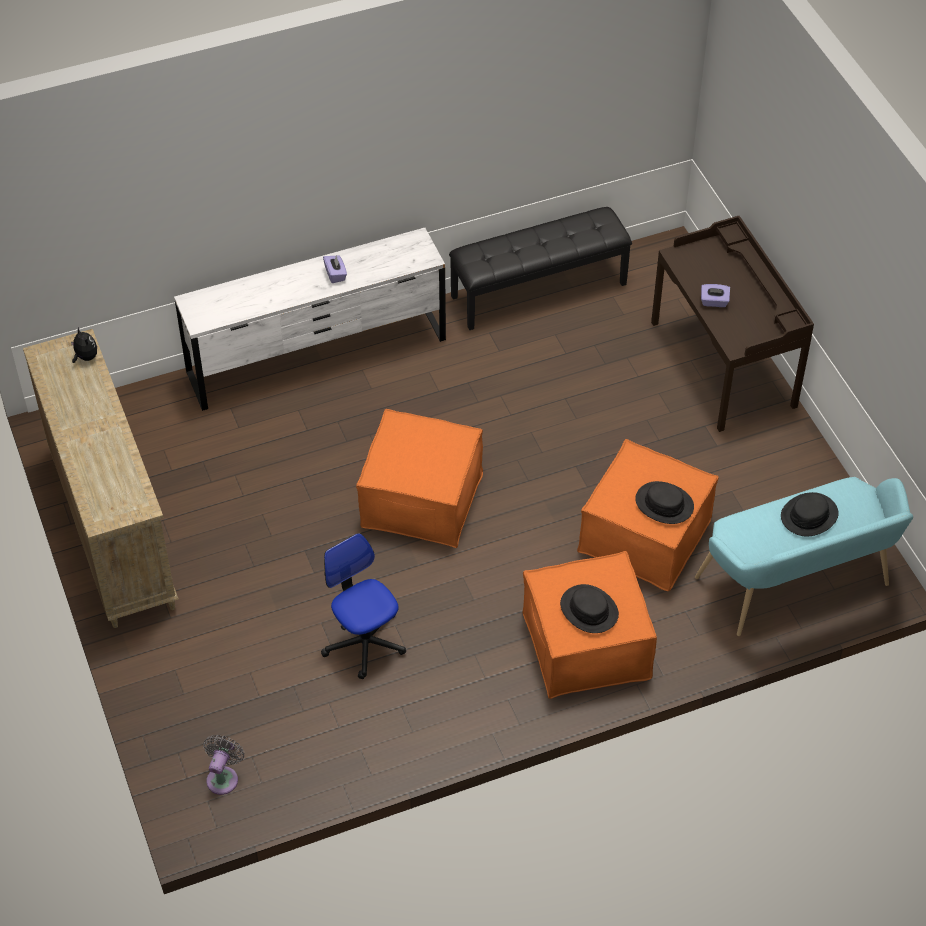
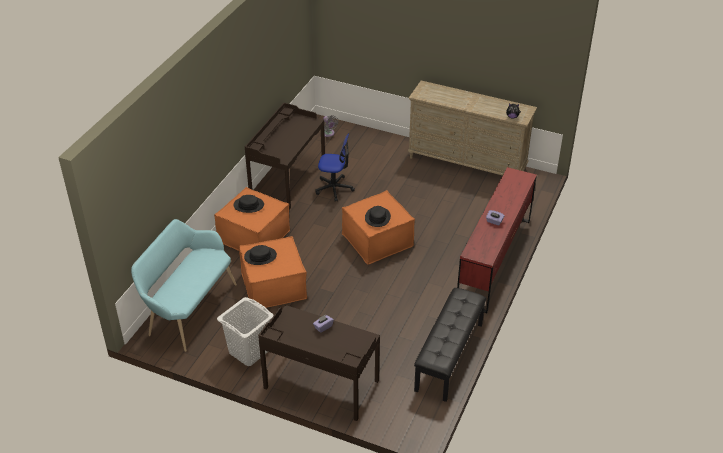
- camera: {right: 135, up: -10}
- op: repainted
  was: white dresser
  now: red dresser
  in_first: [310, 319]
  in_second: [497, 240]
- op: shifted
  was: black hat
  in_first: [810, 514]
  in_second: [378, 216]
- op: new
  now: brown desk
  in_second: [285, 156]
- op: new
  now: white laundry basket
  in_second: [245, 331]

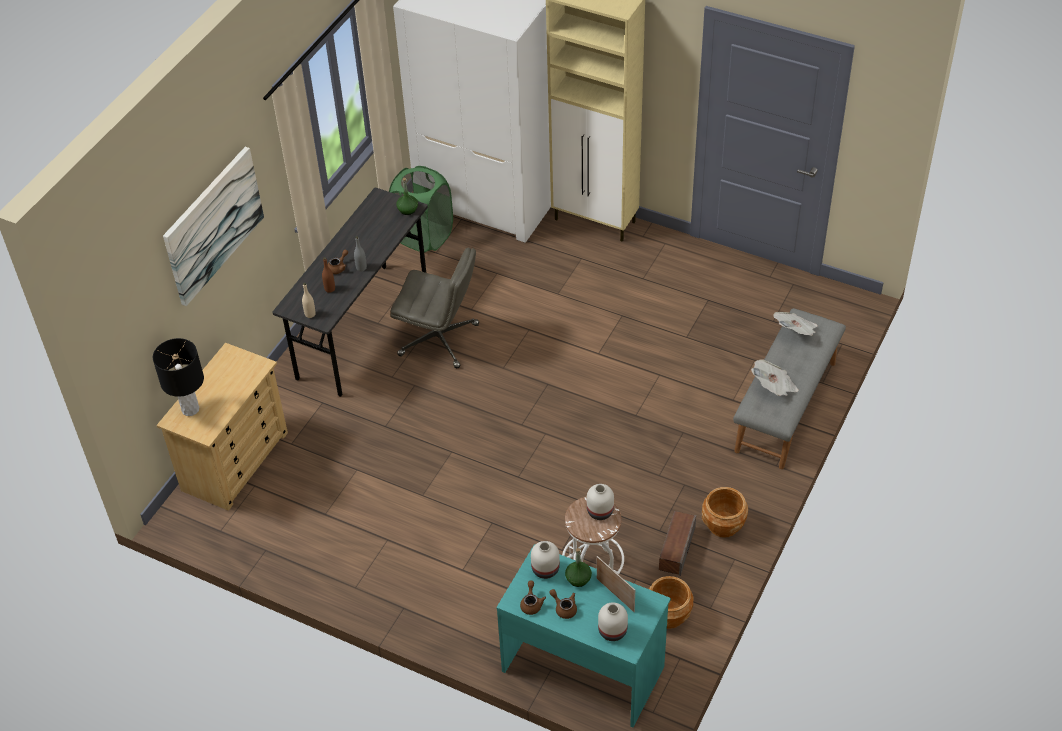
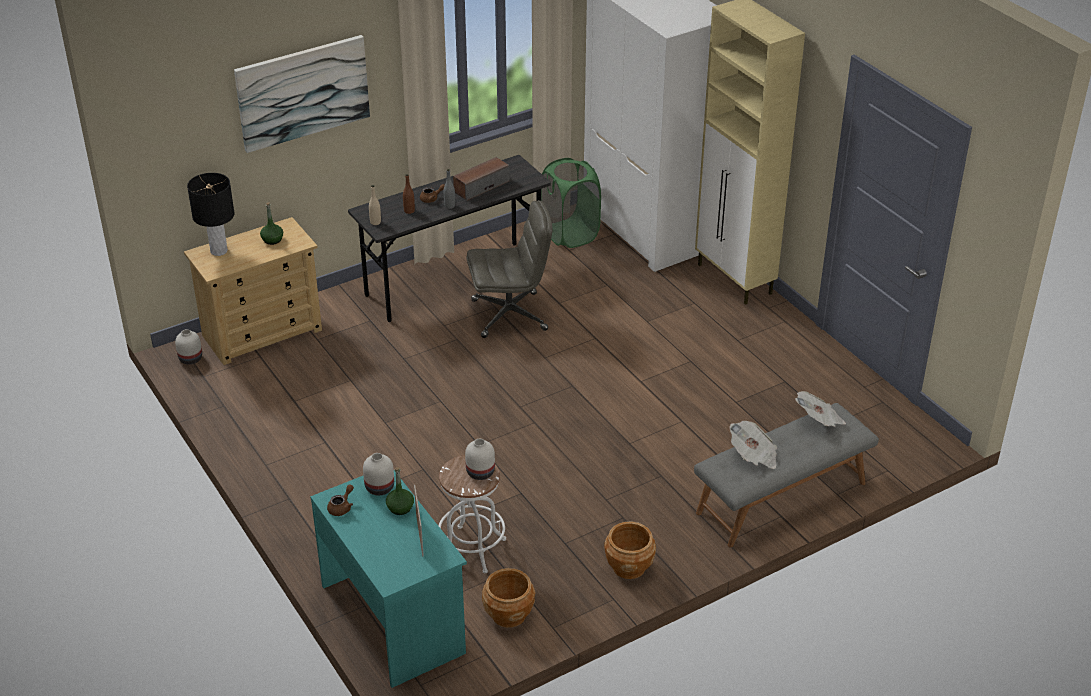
- camera: {right: 30, up: -10}
- op: shifted
  was: green bottle
  in_first: [407, 196]
  in_second: [271, 223]
- op: rotated
  was: grey office chair
  in_first: [434, 307]
  in_second: [509, 269]
  clockwise: -60
- op: shifted
  was: speaker
  in_first: [677, 543]
  in_second: [481, 179]
- op: gone
  was: brown teapot
  in_first: [563, 604]
- op: shifted
  was: white vase
  in_first: [613, 621]
  in_second: [188, 347]

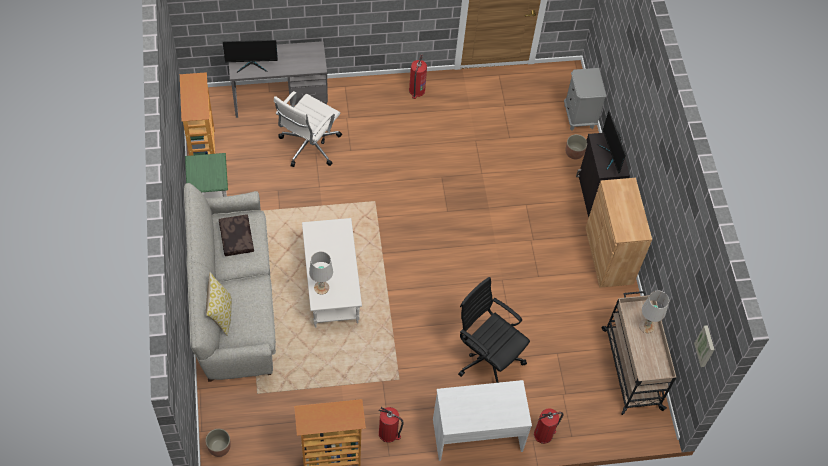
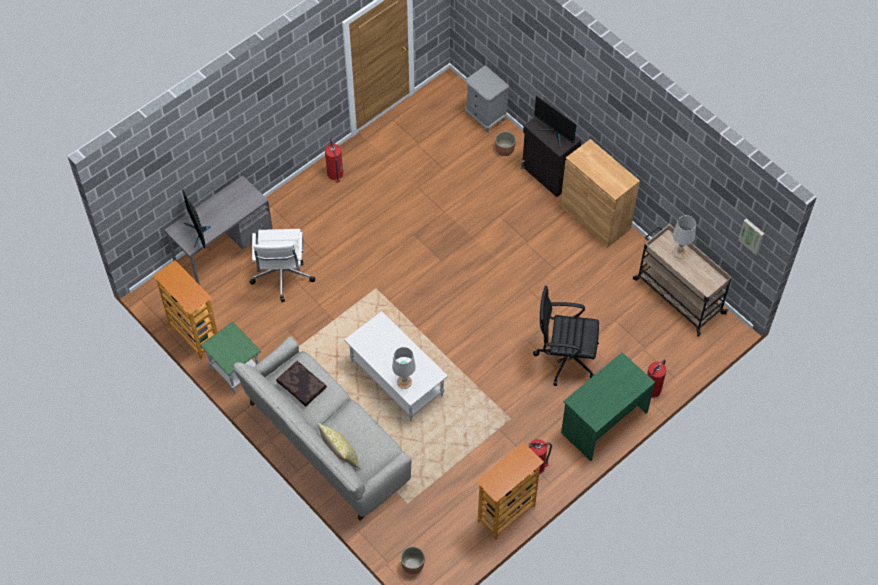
- camera: {right: -30, up: 0}
- op: rotated
  was: monitor
  in_first: [250, 56]
  in_second: [196, 219]
  clockwise: 105
- op: repainted
  was: white desk
  now: green desk
  in_first: [482, 420]
  in_second: [608, 406]

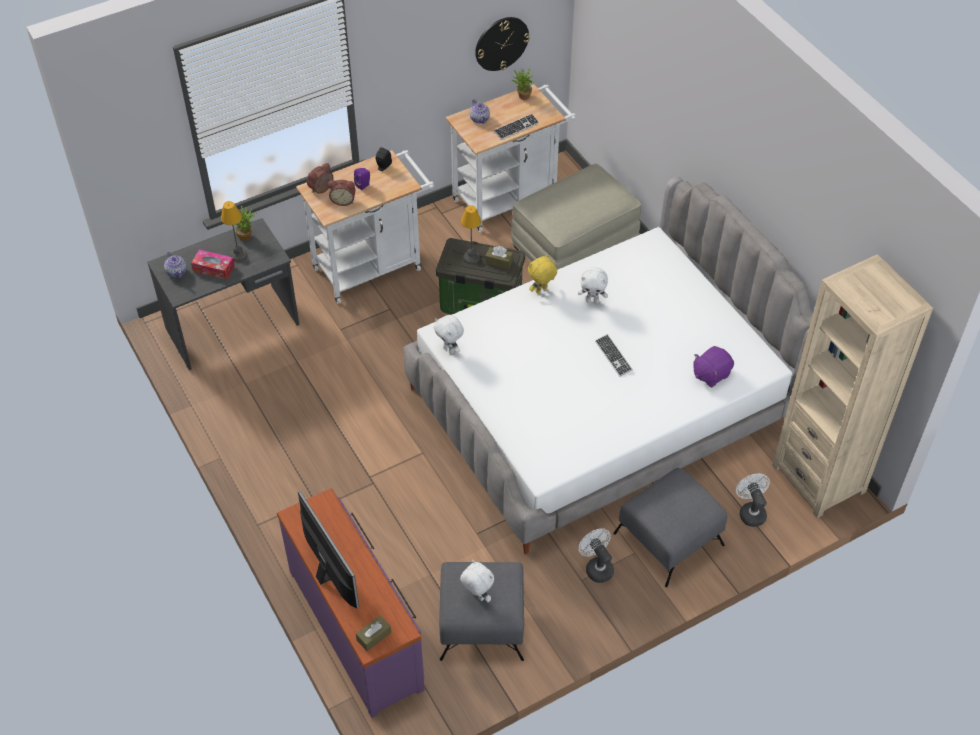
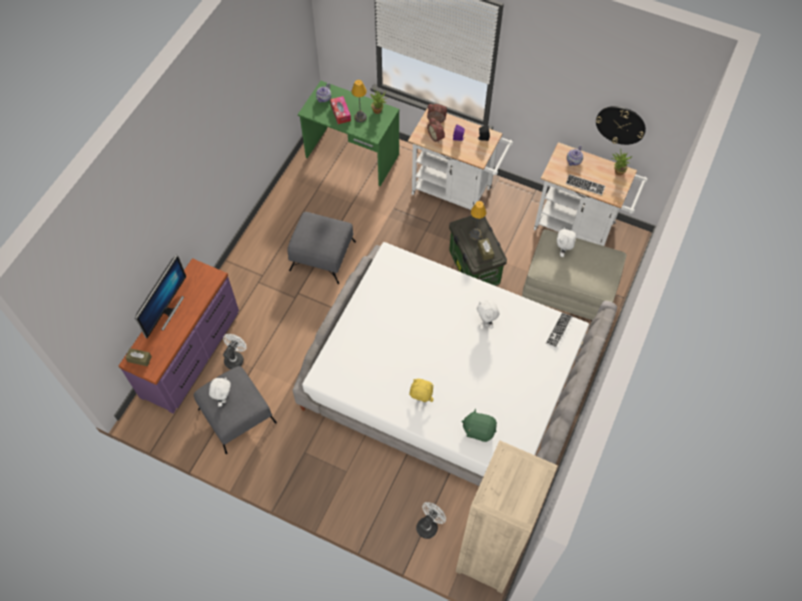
- camera: {right: 55, up: 10}
- op: repainted
  was: grey desk
  now: green desk
  in_first: [223, 294]
  in_second: [348, 133]
- op: shifted
  was: yellow plush toy
  in_first: [542, 274]
  in_second: [421, 390]
- op: shifted
  was: white plush toy
  in_first: [449, 334]
  in_second: [566, 242]
- op: shifted
  was: keyboard
  in_first: [614, 355]
  in_second: [559, 329]
- op: repainted
  was: purple plush toy
  now: green plush toy
  in_first: [713, 366]
  in_second: [479, 425]
- op: shifted
  was: grey ottoman
  in_first: [670, 527]
  in_second: [321, 248]
- op: shifted
  was: white fan
  in_first: [596, 555]
  in_second: [235, 351]

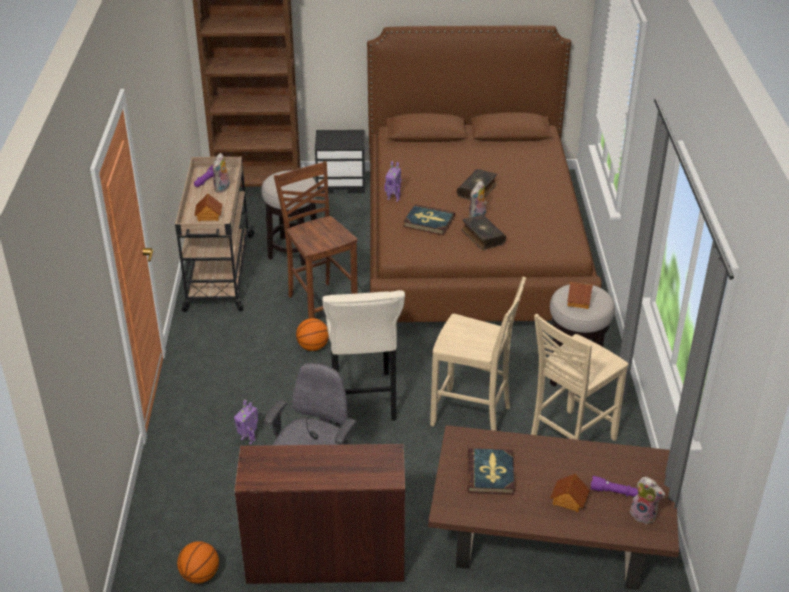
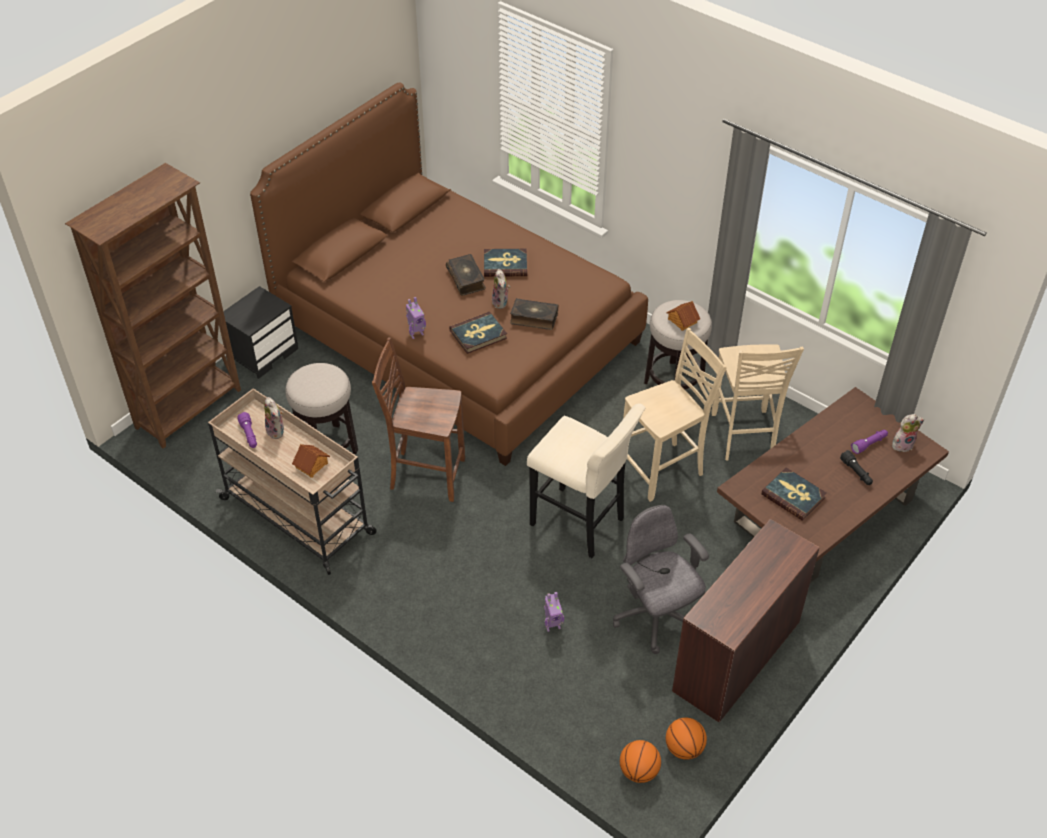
- camera: {right: -50, up: 10}
- op: shifted
  was: basketball
  in_first: [312, 334]
  in_second: [640, 761]
- op: swapped
  was: toy house
  now: black flashlight
  in_first: [570, 492]
  in_second: [856, 467]
- op: new
  now: book
  in_second: [505, 263]

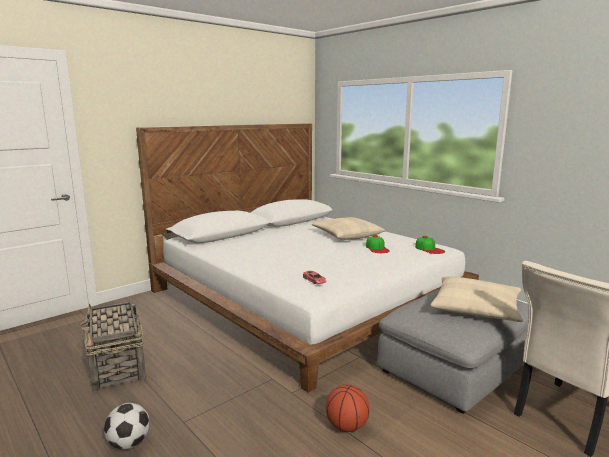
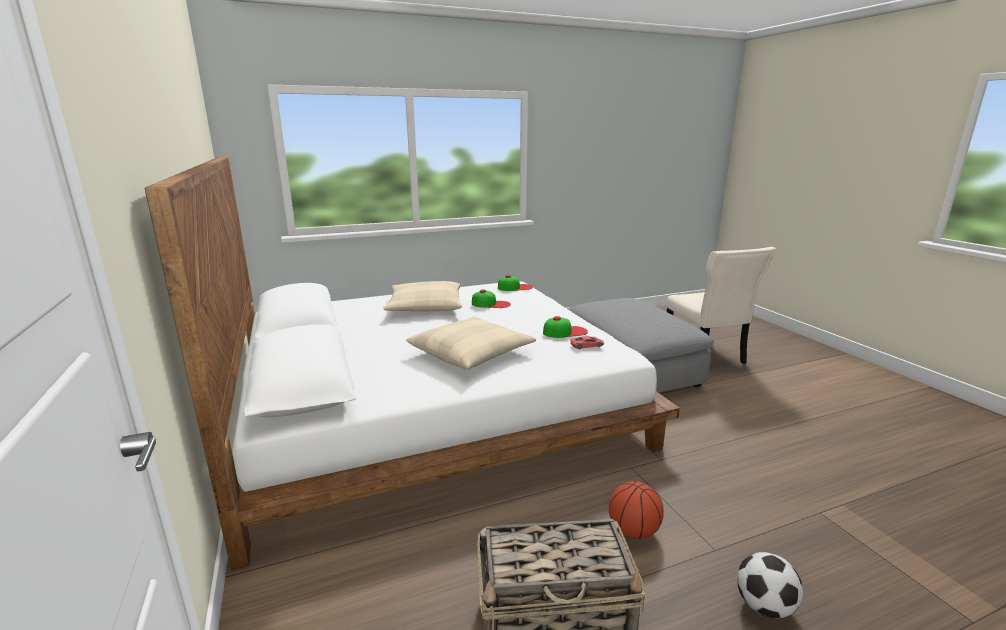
- camera: {right: -70, up: 5}
- op: shifted
  was: beige pillow
  in_first: [477, 299]
  in_second: [471, 343]
- op: shifted
  was: basketball
  in_first: [347, 408]
  in_second: [636, 510]
- op: new
  now: cap
  in_second: [565, 327]

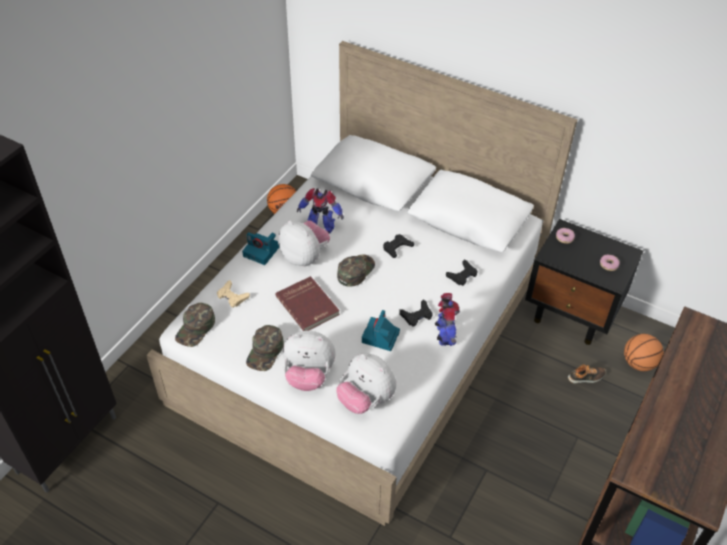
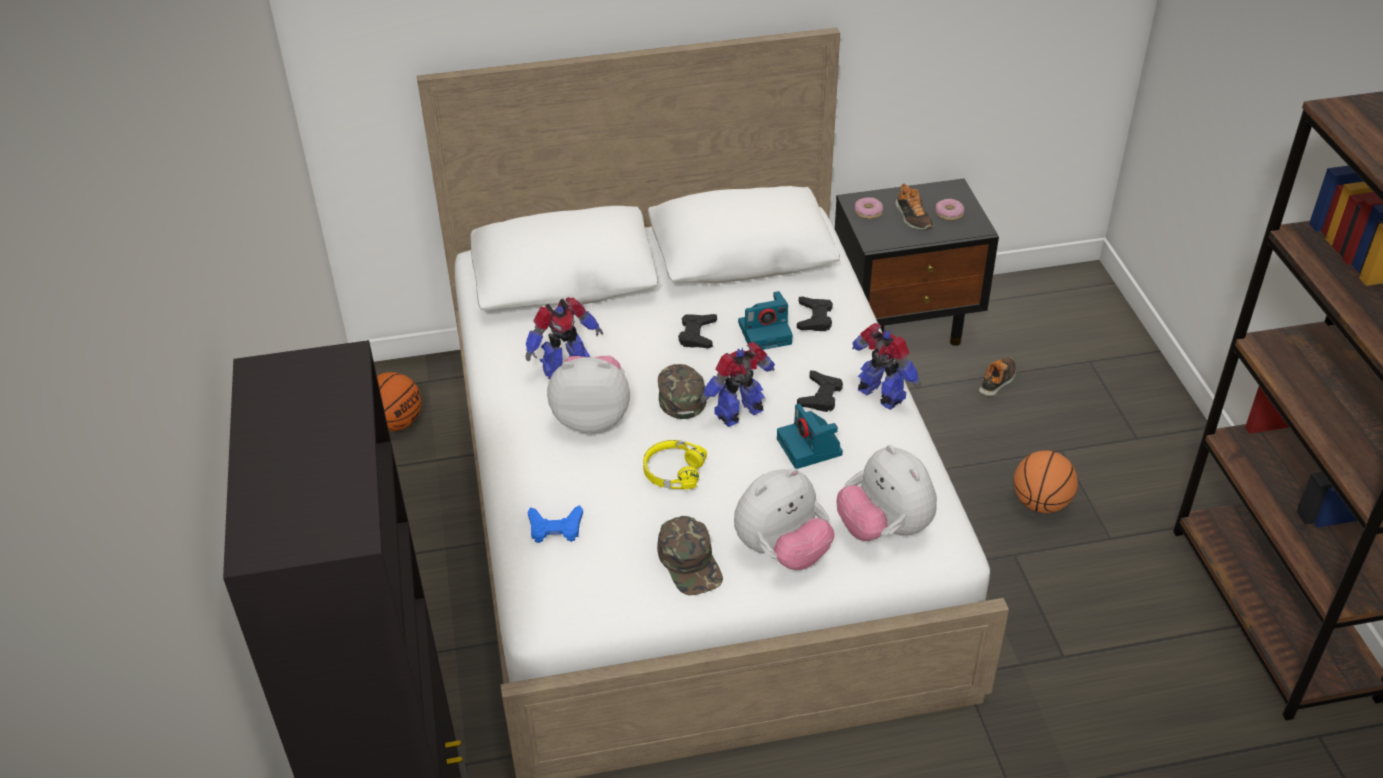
- camera: {right: -40, up: -5}
- op: shifted
  was: photo camera
  in_first: [260, 248]
  in_second: [765, 320]
- op: swapped
  was: red book
  now: yellow headphones
  in_first: [307, 303]
  in_second: [675, 465]
- op: repainted
  was: beige game controller
  now: blue game controller
  in_first: [233, 294]
  in_second: [555, 524]
- op: gone
  was: green cap
  in_first: [195, 325]
- op: shifted
  was: basketball
  in_first: [644, 352]
  in_second: [1045, 482]
- op: rotated
  was: plush toy
  in_first: [366, 383]
  in_second: [887, 493]
  clockwise: 60
- op: new
  now: shoe
  in_second: [914, 207]
- op: new
  now: toy robot
  in_second: [737, 384]

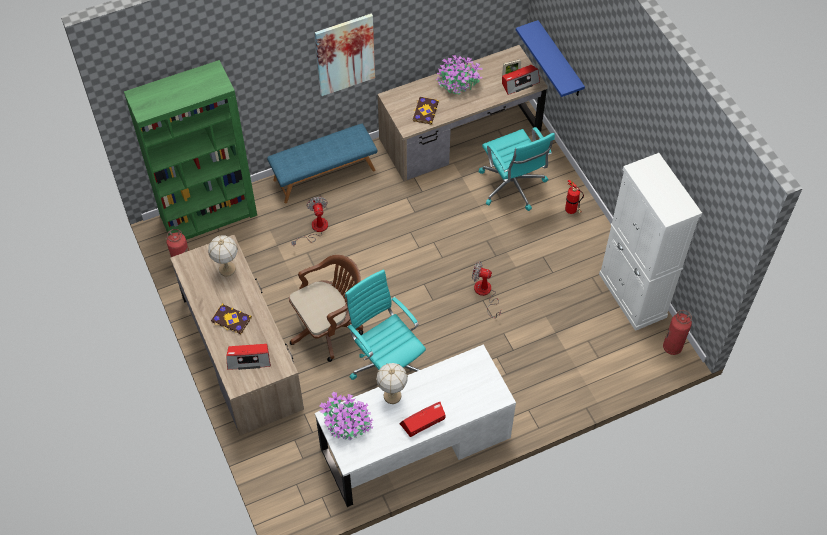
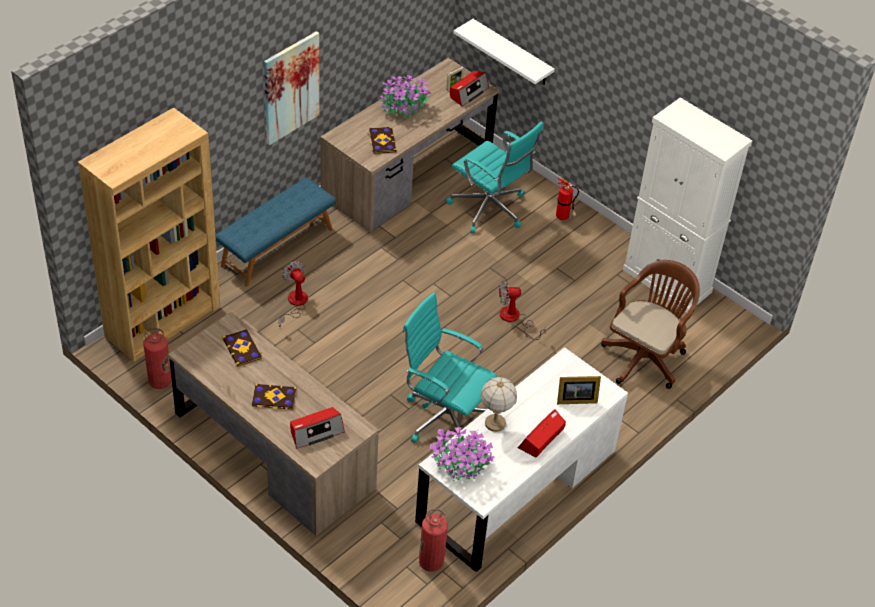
- camera: {right: -25, up: -10}
- op: repainted
  was: blue shelf
  now: white shelf
  in_first: [550, 58]
  in_second: [504, 52]
- op: repainted
  was: green bookcase
  now: brown bookcase
  in_first: [190, 150]
  in_second: [149, 234]
- op: swapped
  was: table lamp
  now: book
  in_first: [223, 256]
  in_second: [242, 348]
- op: shifted
  was: brown office chair
  in_first: [326, 308]
  in_second: [650, 324]
- op: shifted
  was: fire extinguisher
  in_first: [677, 332]
  in_second: [433, 540]
- op: new
  now: picture frame
  in_second: [579, 390]

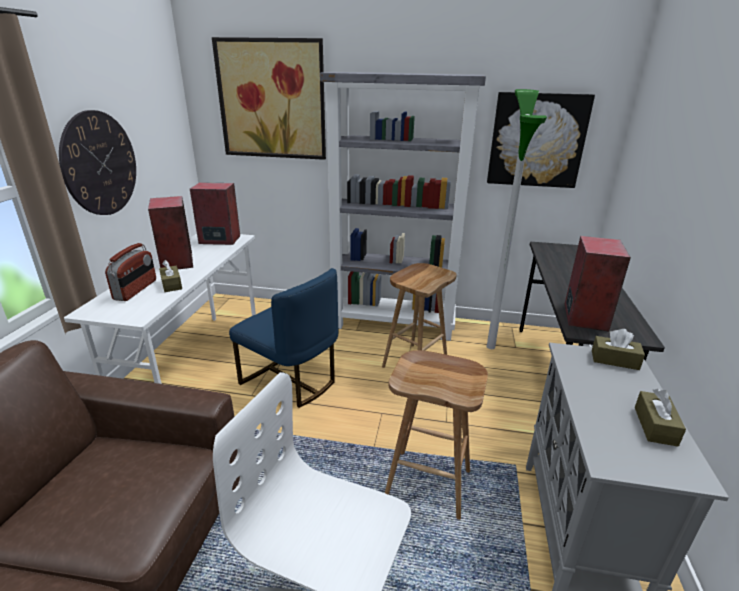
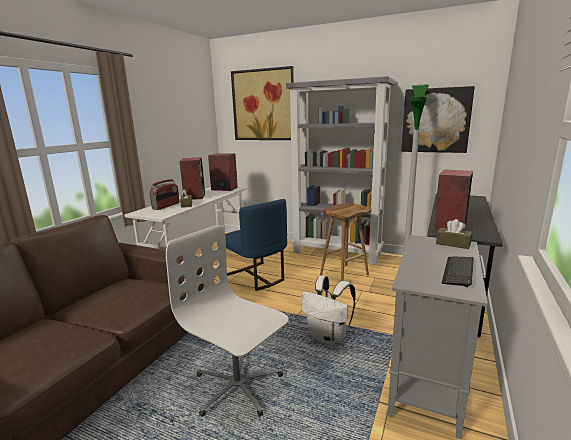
- camera: {right: 15, up: -10}
- op: gone
  was: wall clock
  in_first: [97, 162]
- op: swapped
  was: brown stool
  now: white backpack
  in_first: [436, 435]
  in_second: [328, 310]
- op: swapped
  was: brown tissue box
  now: keyboard
  in_first: [660, 418]
  in_second: [457, 272]

